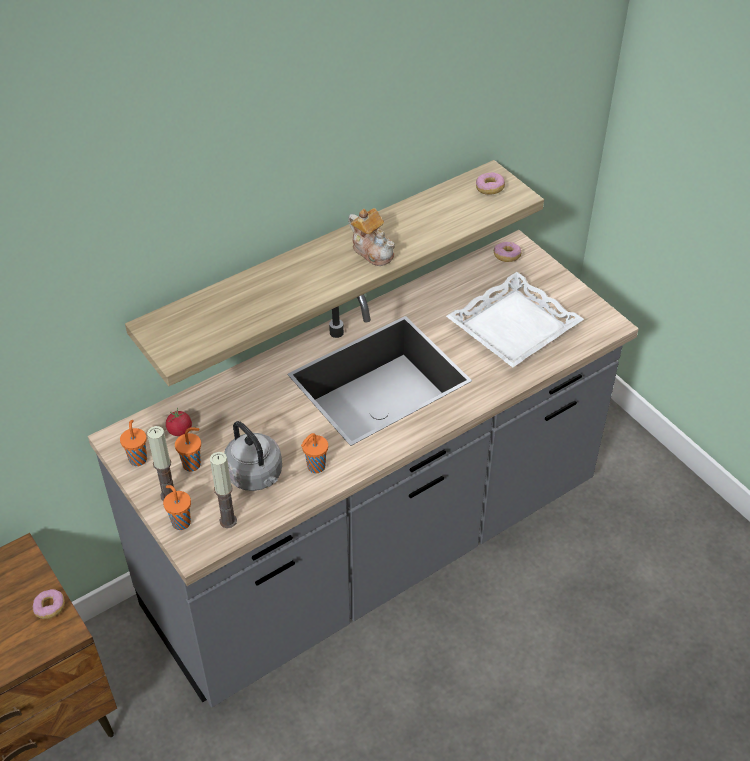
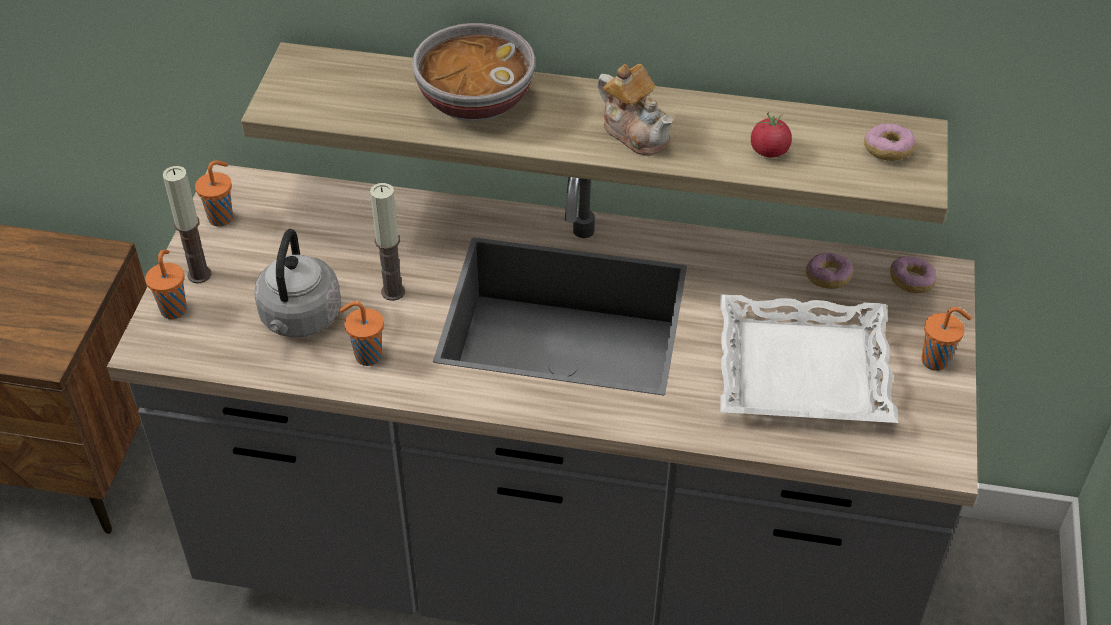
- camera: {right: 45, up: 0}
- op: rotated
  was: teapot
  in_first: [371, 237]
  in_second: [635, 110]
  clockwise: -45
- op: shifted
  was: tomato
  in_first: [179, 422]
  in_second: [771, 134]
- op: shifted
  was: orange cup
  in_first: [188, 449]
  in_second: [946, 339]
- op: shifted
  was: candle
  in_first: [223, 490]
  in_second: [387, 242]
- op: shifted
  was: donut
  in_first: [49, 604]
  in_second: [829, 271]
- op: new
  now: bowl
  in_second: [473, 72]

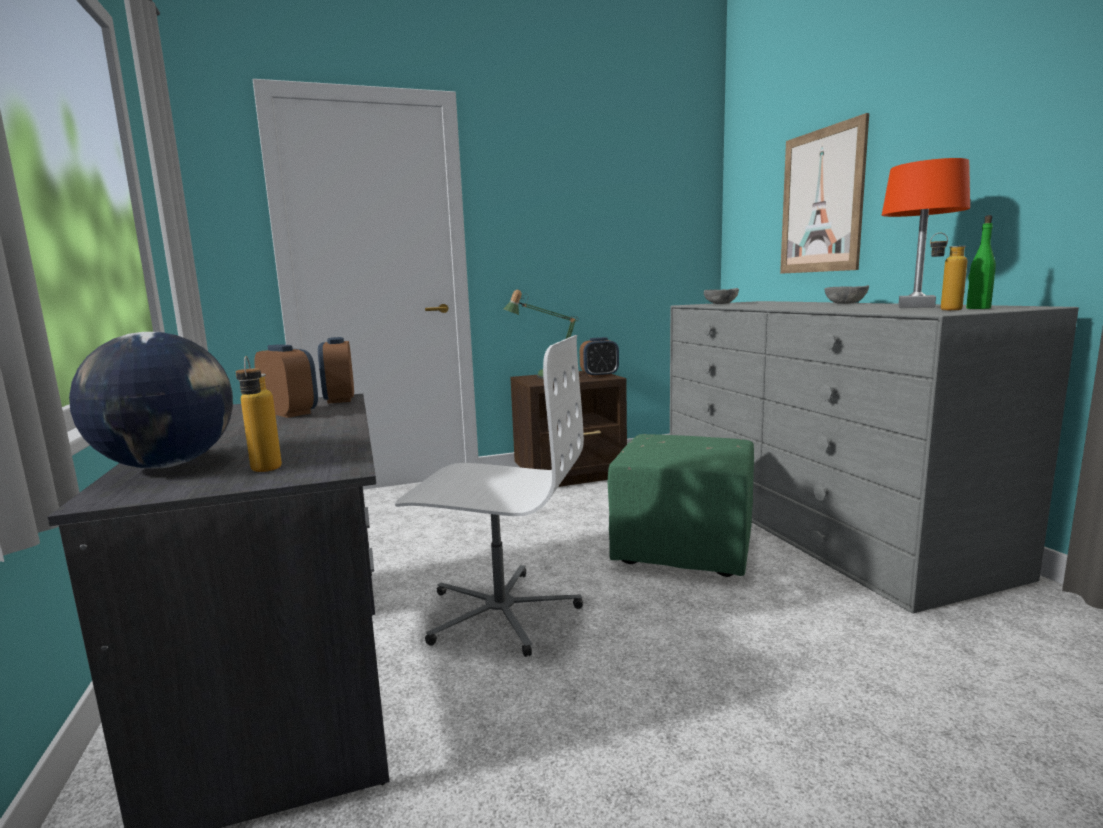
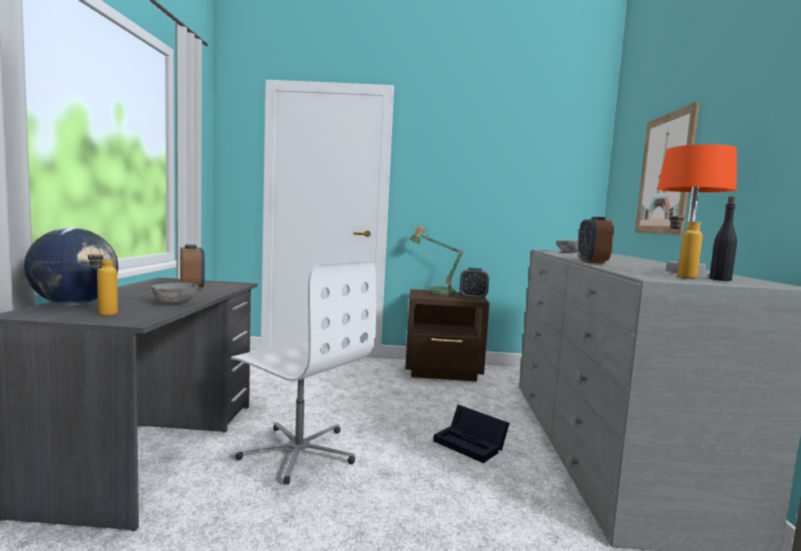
- camera: {right: 20, up: -5}
- op: repainted
  was: green bottle
  now: black bottle
  in_first: [981, 262]
  in_second: [723, 239]
- op: shifted
  was: grey bowl
  in_first: [847, 294]
  in_second: [174, 293]
- op: shifted
  was: alarm clock
  in_first: [336, 370]
  in_second: [596, 240]
- op: swapped
  was: green ottoman
  now: black storage box
  in_first: [681, 505]
  in_second: [471, 434]

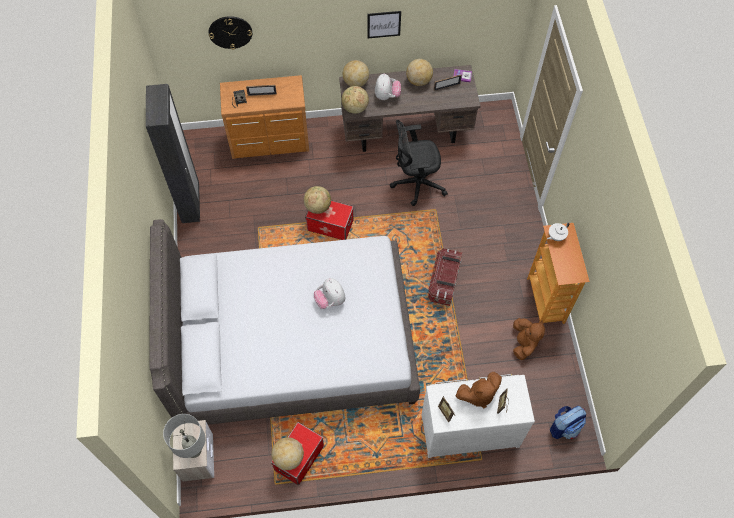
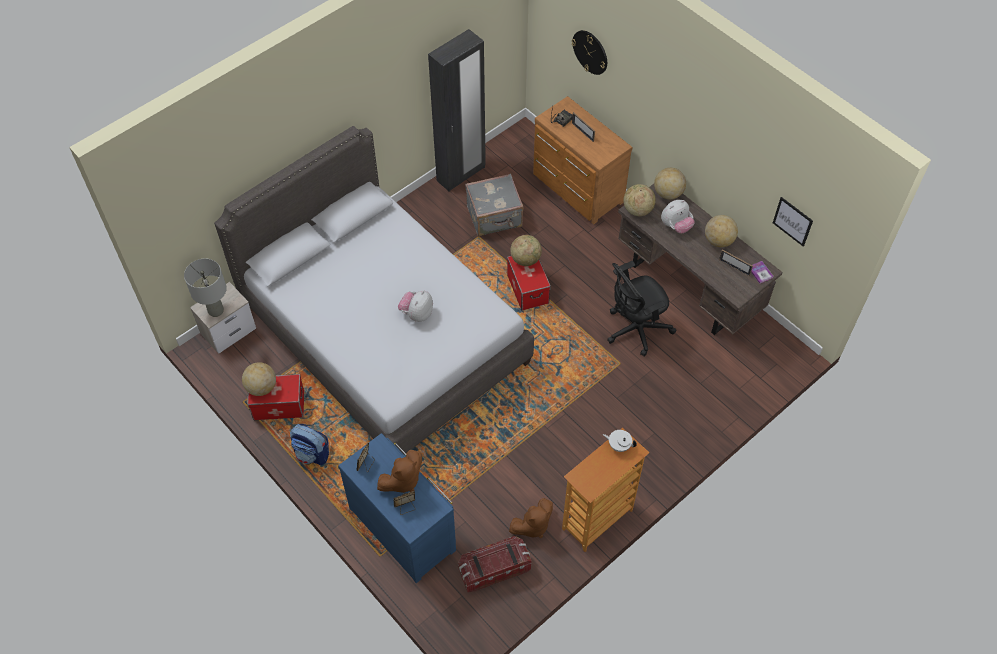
- camera: {right: 55, up: -5}
- op: shifted
  was: picture
  in_first: [384, 24]
  in_second: [793, 221]
- op: rotated
  was: black office chair
  in_first: [419, 163]
  in_second: [642, 308]
  clockwise: -75
- op: shifted
  was: storage box
  in_first: [445, 277]
  in_second: [495, 564]
- op: rotated
  was: brown plush toy
  in_first: [479, 390]
  in_second: [399, 471]
  clockwise: -75
- op: repainted
  was: white dresser
  now: blue dresser
  in_first: [478, 416]
  in_second: [397, 508]
- op: shifted
  was: backpack
  in_first: [568, 422]
  in_second: [309, 444]
- op: new
  now: grey suitcase
  in_second: [494, 205]

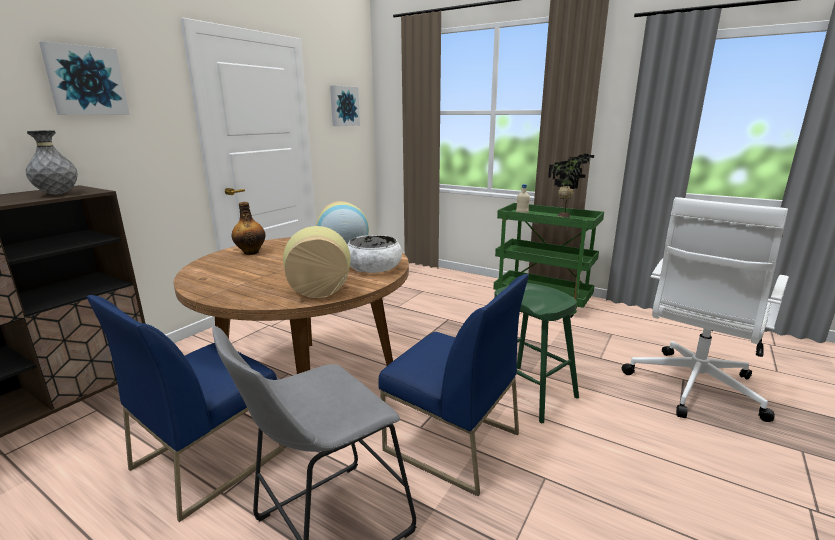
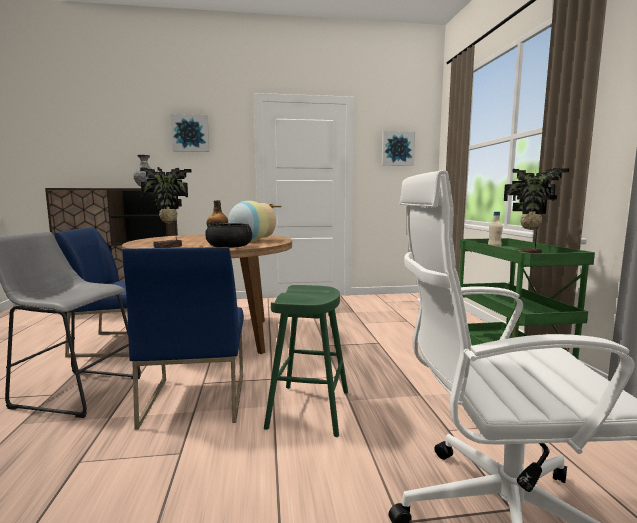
- camera: {right: 50, up: -10}
- op: swapped
  was: vase
  now: potted plant
  in_first: [317, 262]
  in_second: [165, 207]
- op: repainted
  was: white bowl
  now: black bowl
  in_first: [375, 254]
  in_second: [228, 235]

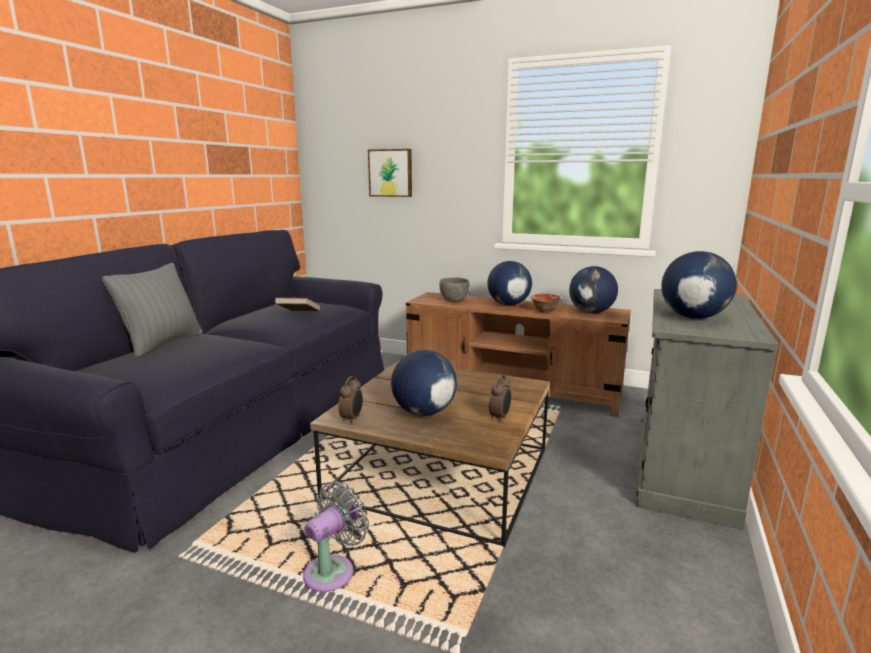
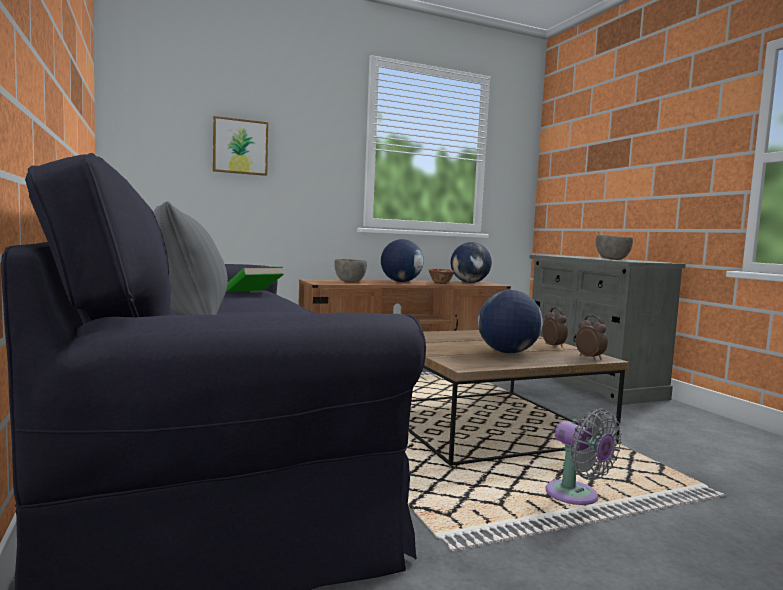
- camera: {right: -45, up: -10}
- op: swapped
  was: globe
  now: grey bowl
  in_first: [699, 285]
  in_second: [614, 247]
- op: repainted
  was: brown book
  now: green book
  in_first: [298, 304]
  in_second: [255, 279]
- op: shifted
  was: alarm clock
  in_first: [350, 400]
  in_second: [592, 337]
- op: rotated
  was: grey fan
  in_first: [336, 537]
  in_second: [583, 457]
  clockwise: 150

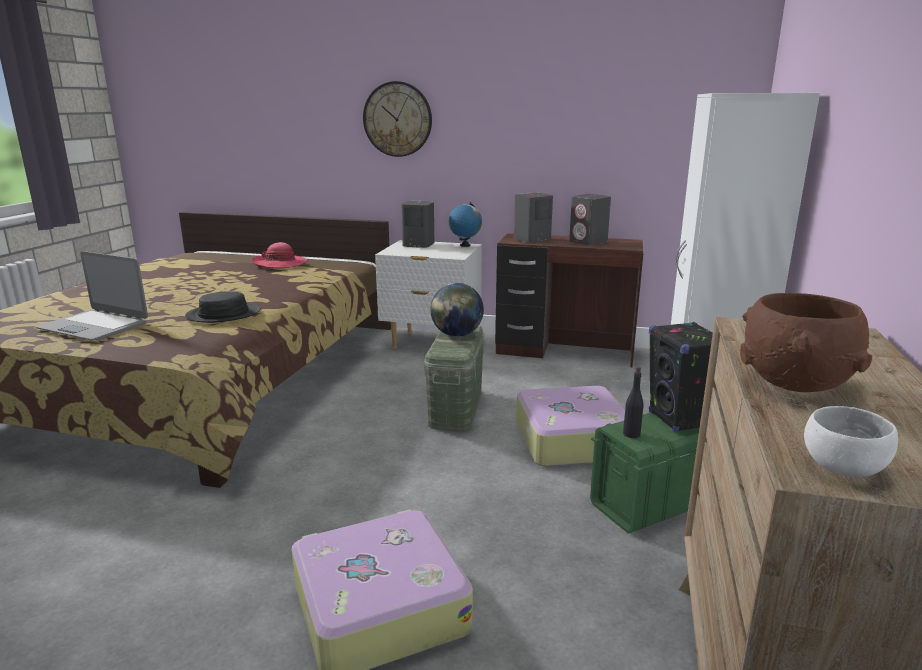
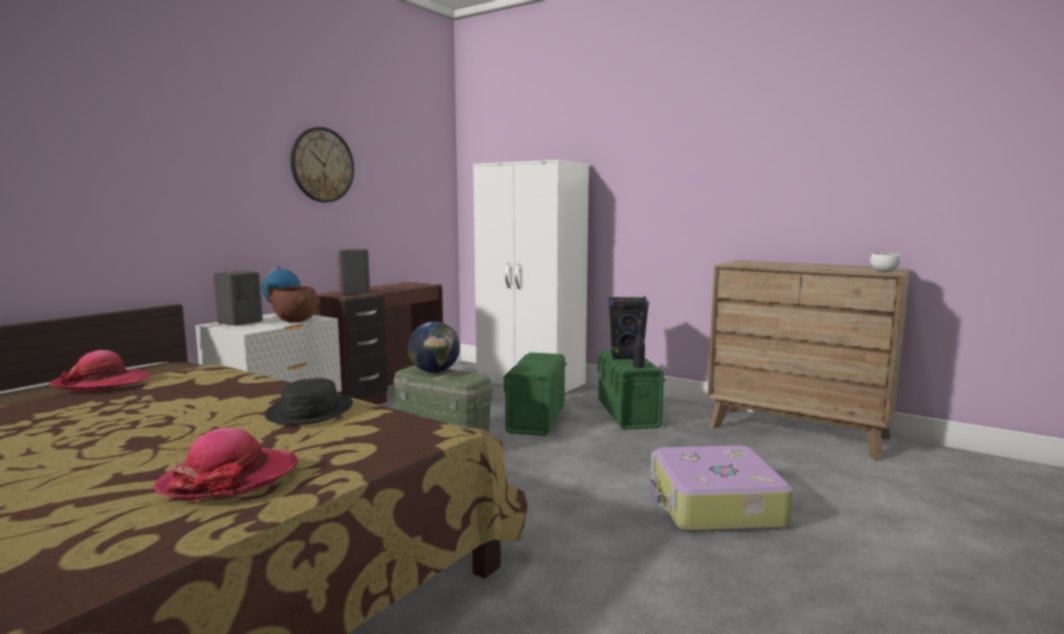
- camera: {right: -70, up: -10}
- op: shifted
  was: wall clock
  in_first: [397, 119]
  in_second: [322, 164]
- op: gone
  was: grey speaker
  in_first: [590, 219]
- op: swapped
  was: laptop
  now: hat
  in_first: [92, 295]
  in_second: [225, 464]
- op: shifted
  was: brown bowl
  in_first: [806, 342]
  in_second: [294, 304]
- op: swapped
  was: suitcase
  now: green storage box
  in_first: [570, 426]
  in_second: [535, 394]

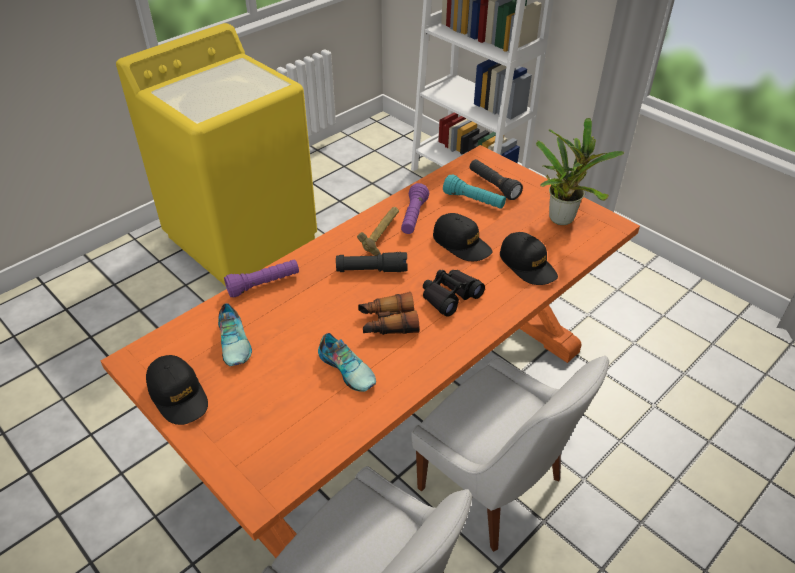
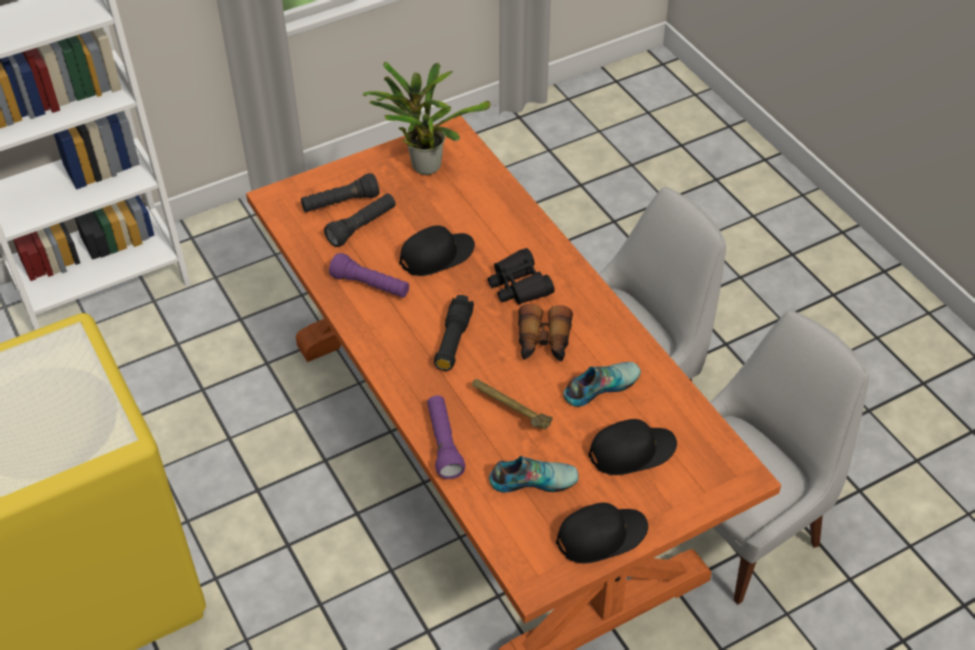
- camera: {right: -75, up: 5}
- op: repainted
  was: turquoise flashlight
  now: black flashlight
  in_first: [474, 191]
  in_second: [360, 220]
- op: shifted
  was: hammer
  in_first: [378, 231]
  in_second: [512, 404]
- op: shifted
  was: black cap
  in_first: [529, 258]
  in_second: [632, 447]

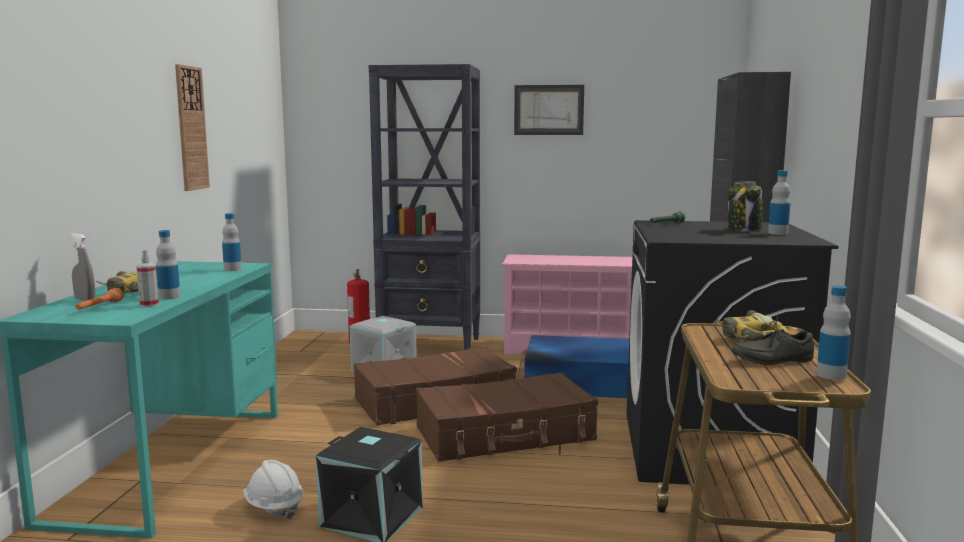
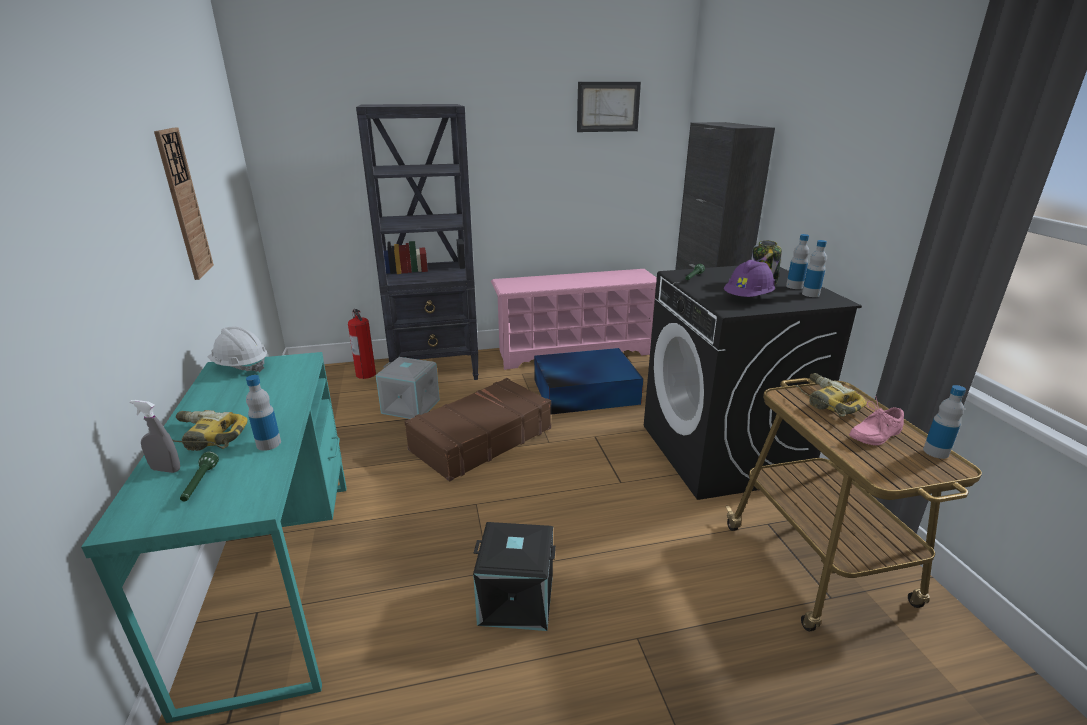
- camera: {right: -20, up: 15}
- op: shifted
  was: picture
  in_first: [549, 110]
  in_second: [609, 107]
- op: shifted
  was: bottle
  in_first: [232, 242]
  in_second: [814, 268]
- op: gone
  was: spray bottle
  in_first: [147, 278]
- op: repainted
  was: orange flashlight
  now: green flashlight
  in_first: [100, 299]
  in_second: [199, 477]
- op: repainted
  was: grey shoe
  now: pink shoe
  in_first: [773, 339]
  in_second: [876, 421]
- op: gone
  was: brown suitcase
  in_first: [507, 417]
- op: shifted
  was: white hard hat
  in_first: [273, 489]
  in_second: [237, 350]
- op: new
  now: purple hard hat
  in_second: [749, 278]

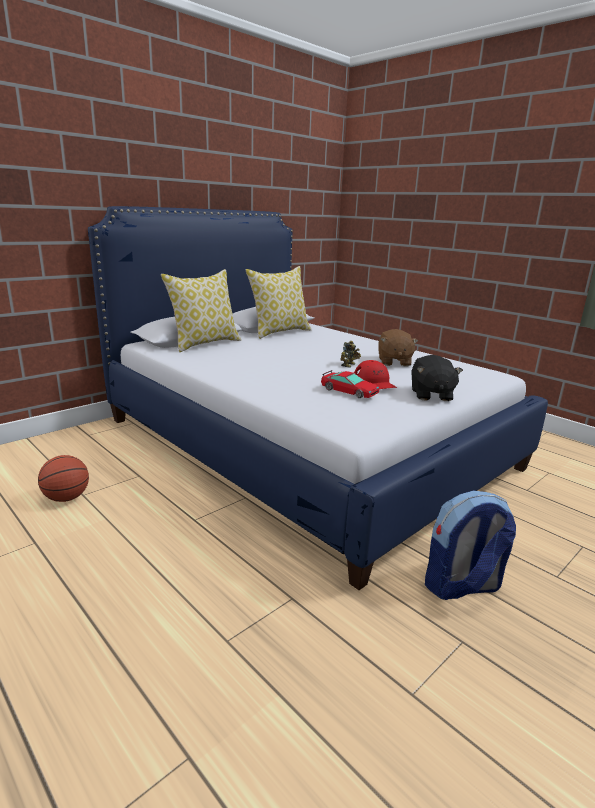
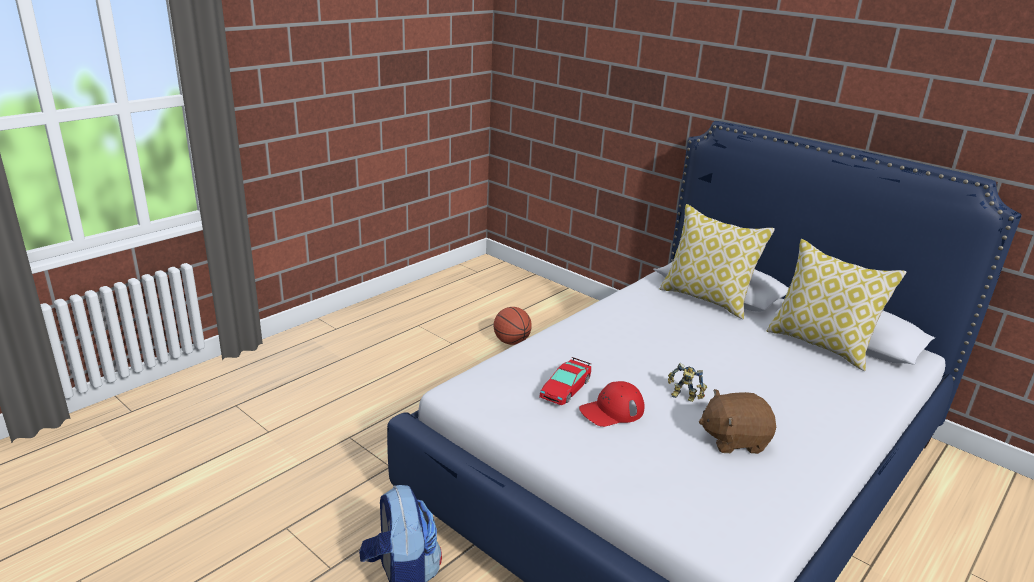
- camera: {right: 85, up: 5}
- op: gone
  was: black plush toy
  in_first: [437, 378]

